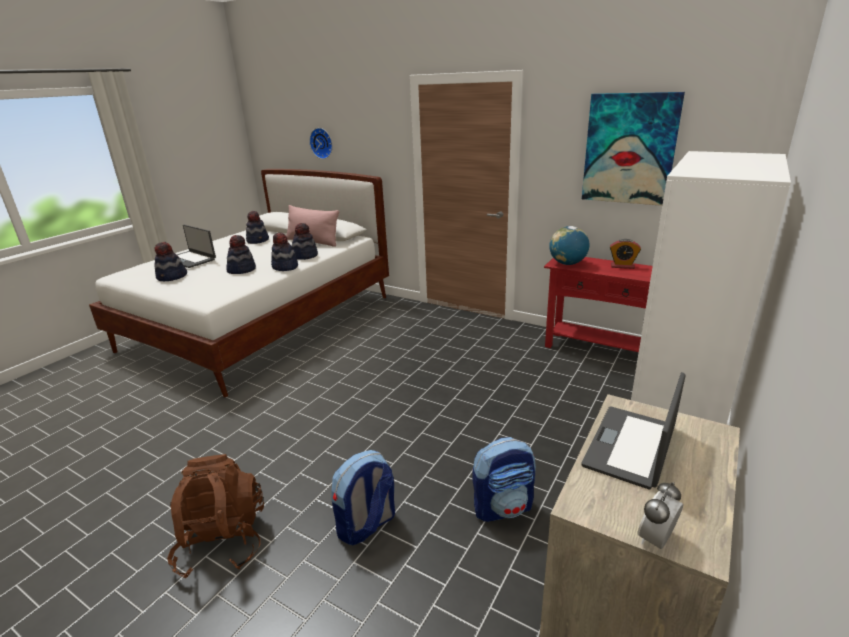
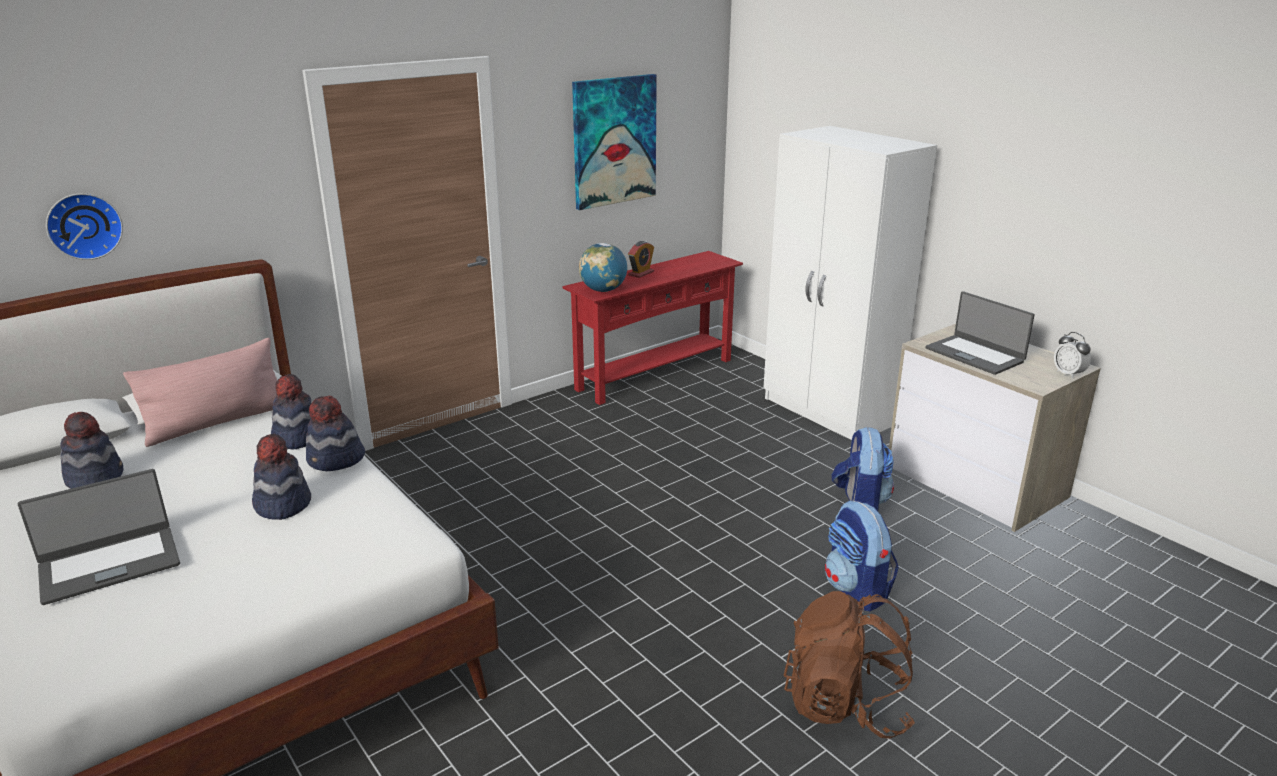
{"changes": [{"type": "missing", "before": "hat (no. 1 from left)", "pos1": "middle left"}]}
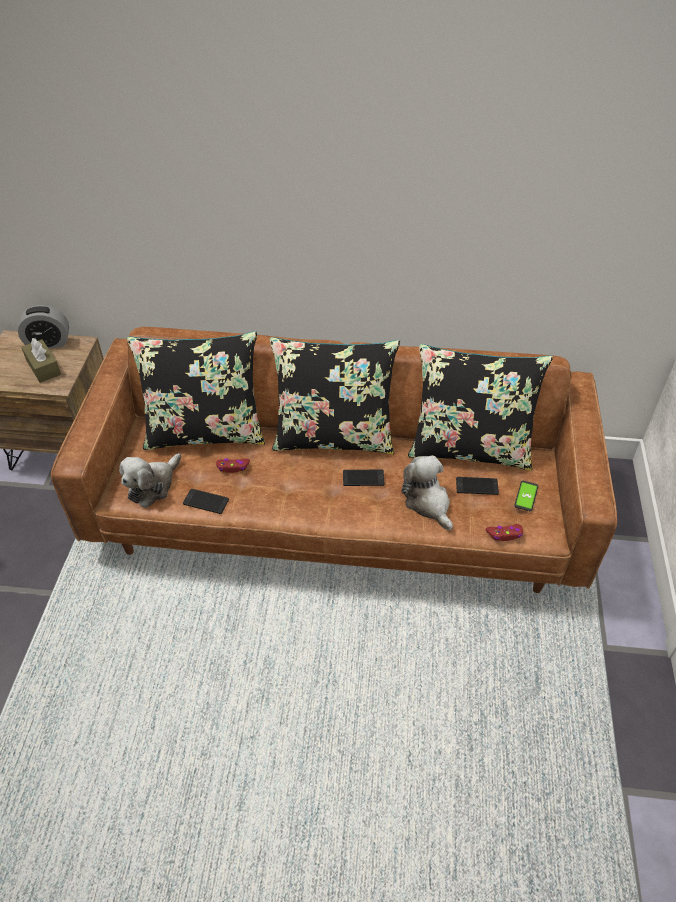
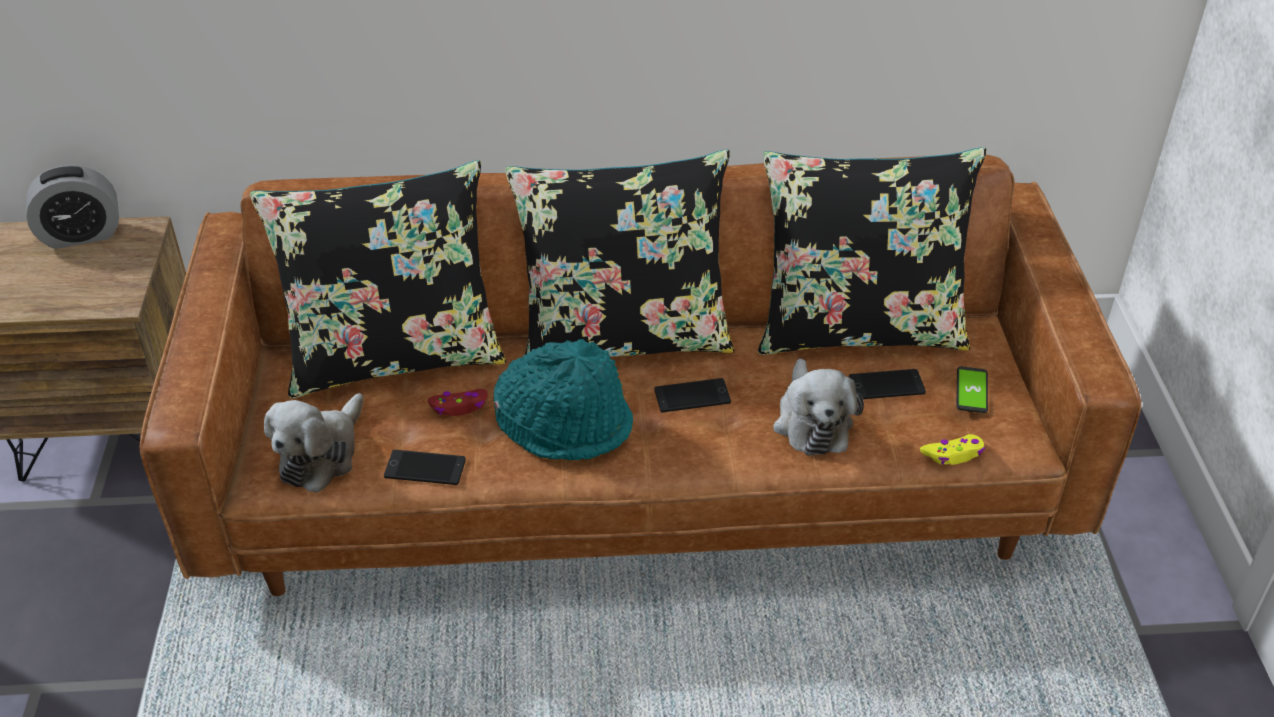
{"changes": [{"type": "missing", "before": "brown_tissue_box", "pos1": "middle left"}, {"type": "spun", "before": "plush_toy (no. 2 from left)", "pos1": "centre", "pos2": "centre", "turn": -150}, {"type": "colour", "before": "red_game_controller (no. 2 from left)", "after": "yellow_game_controller", "pos1": "middle right", "pos2": "middle right"}, {"type": "appeared", "after": "turquoise_hat", "pos2": "centre"}]}
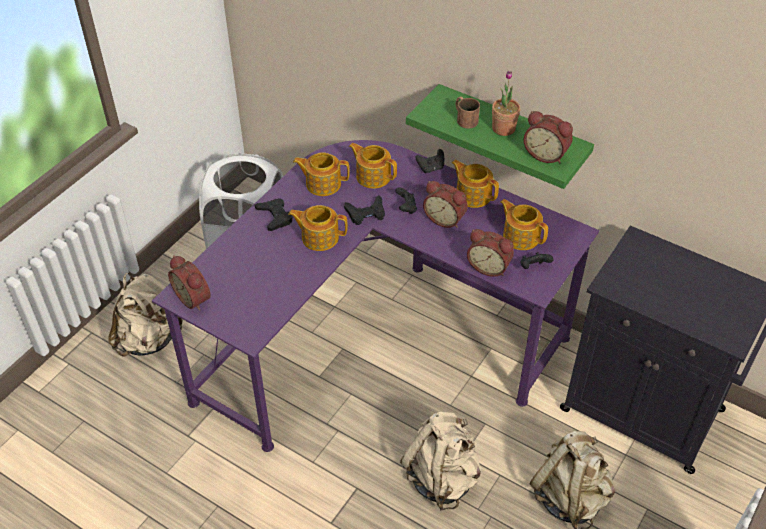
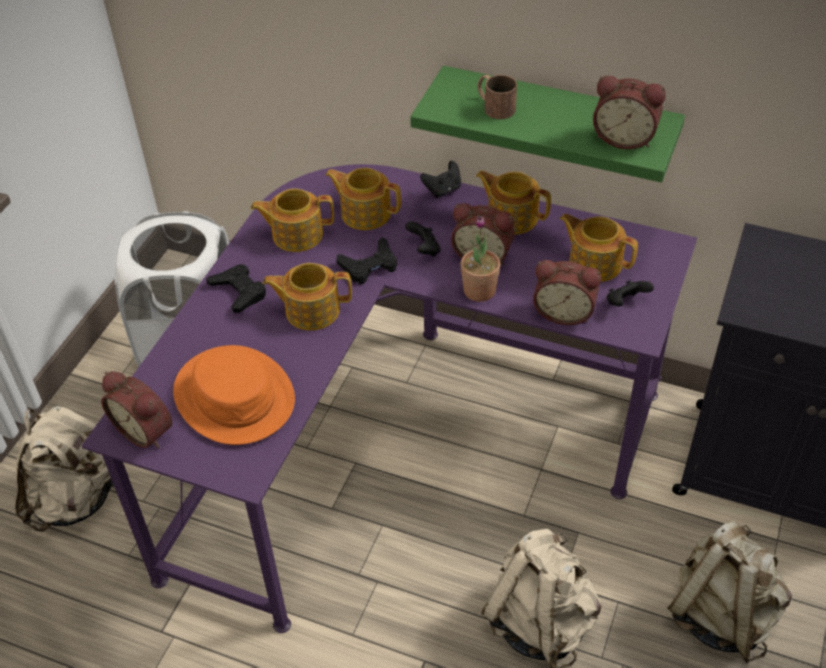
{"changes": [{"type": "relocated", "before": "potted_plant", "pos1": "top centre", "pos2": "centre"}, {"type": "appeared", "after": "orange_hat", "pos2": "middle left"}]}
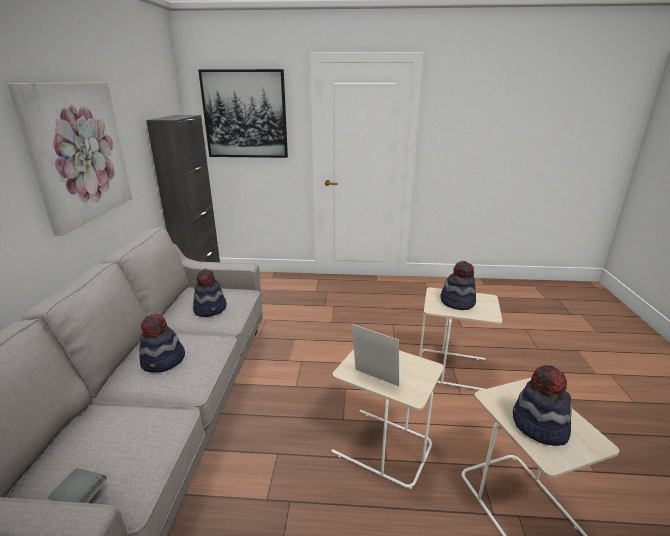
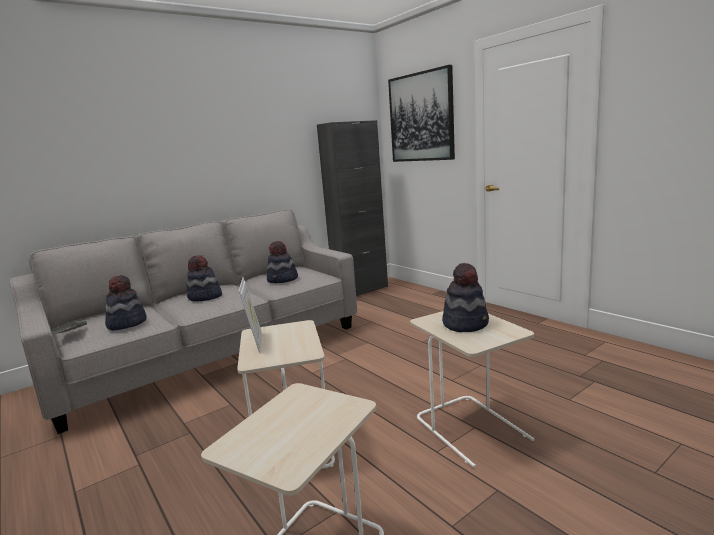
{"changes": [{"type": "missing", "before": "picture (no. 1 from left)", "pos1": "top left"}, {"type": "relocated", "before": "hat (no. 4 from left in the first image)", "after": "hat (no. 1 from left)", "pos1": "bottom right", "pos2": "middle left"}]}
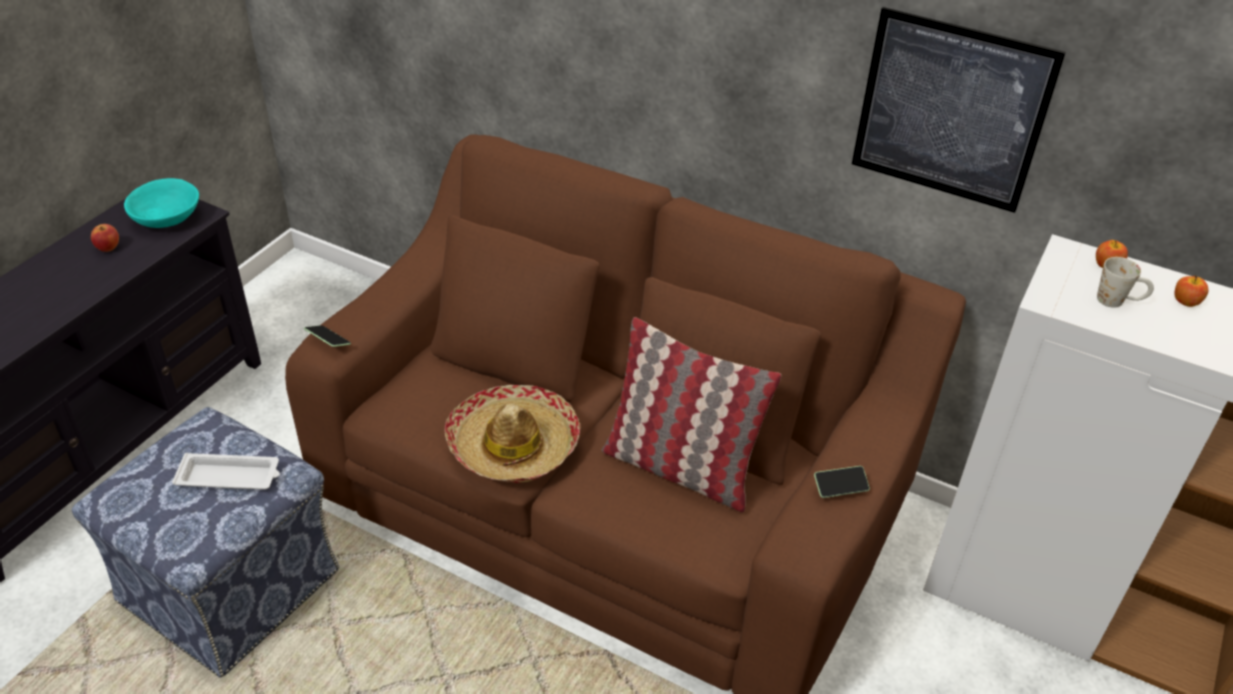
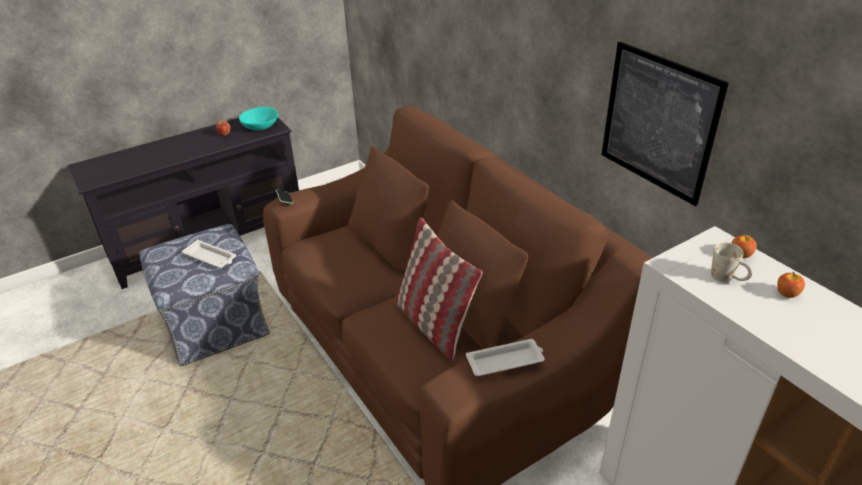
{"changes": [{"type": "missing", "before": "hat", "pos1": "centre"}, {"type": "exchanged", "before": "phone (no. 2 from left)", "after": "white_tray (no. 2 from left)", "pos1": "bottom right", "pos2": "bottom centre"}]}
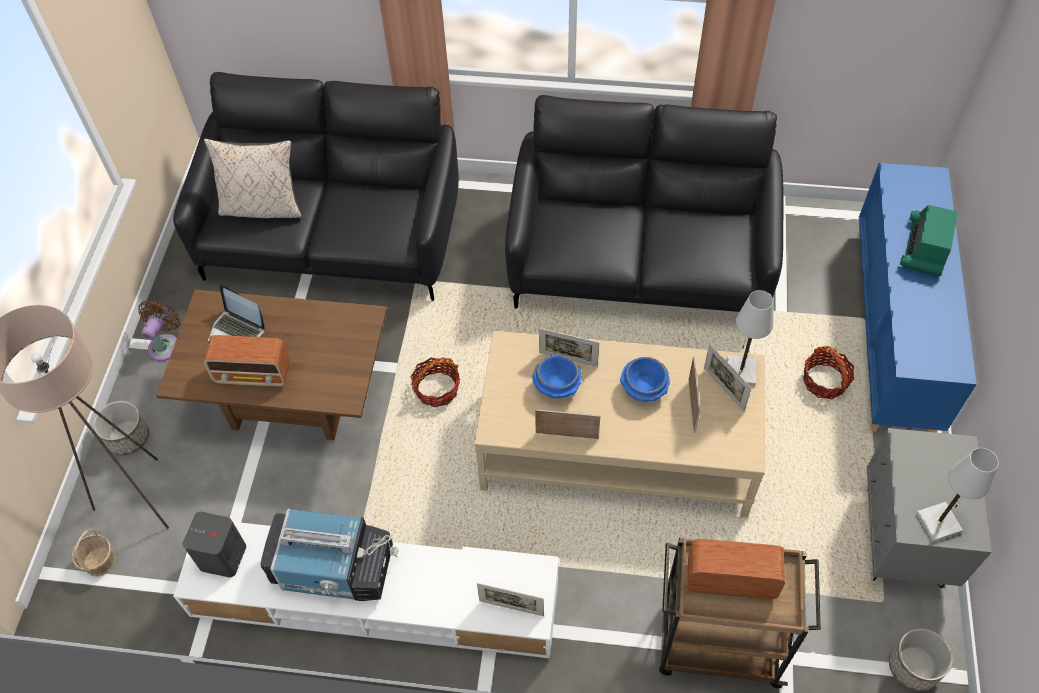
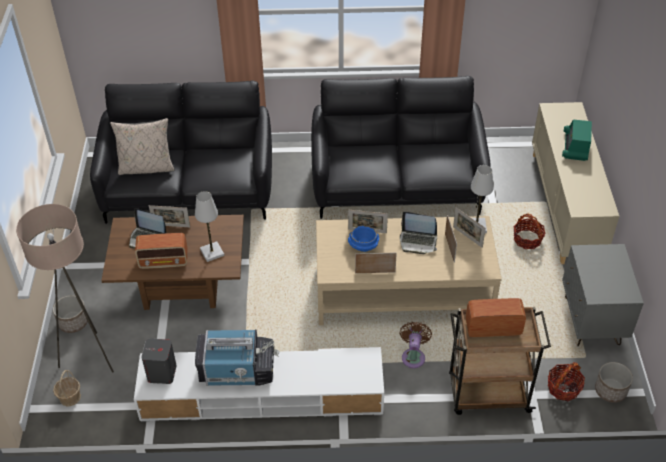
{"changes": [{"type": "relocated", "before": "brown_fan", "pos1": "middle left", "pos2": "bottom centre"}, {"type": "relocated", "before": "basket (no. 2 from left in the first image)", "after": "basket (no. 3 from left)", "pos1": "centre", "pos2": "bottom right"}, {"type": "relocated", "before": "picture_frame (no. 1 from left)", "pos1": "bottom centre", "pos2": "middle left"}, {"type": "exchanged", "before": "blue_bowl (no. 2 from left)", "after": "laptop (no. 2 from left)", "pos1": "centre", "pos2": "centre"}, {"type": "colour", "before": "blue_cabinet", "after": "beige_cabinet", "pos1": "middle right", "pos2": "middle right"}, {"type": "relocated", "before": "white_table_lamp (no. 2 from left in the first image)", "after": "white_table_lamp (no. 1 from left)", "pos1": "bottom right", "pos2": "middle left"}]}
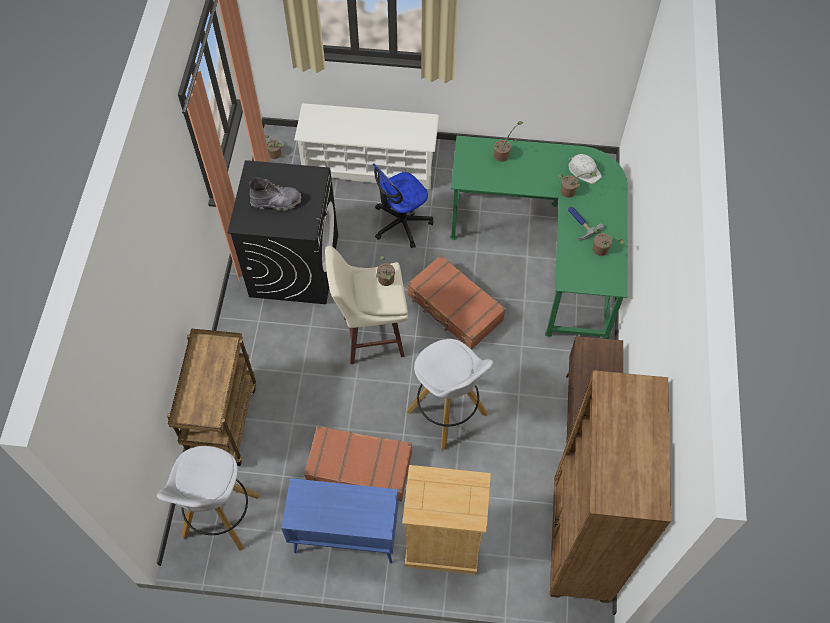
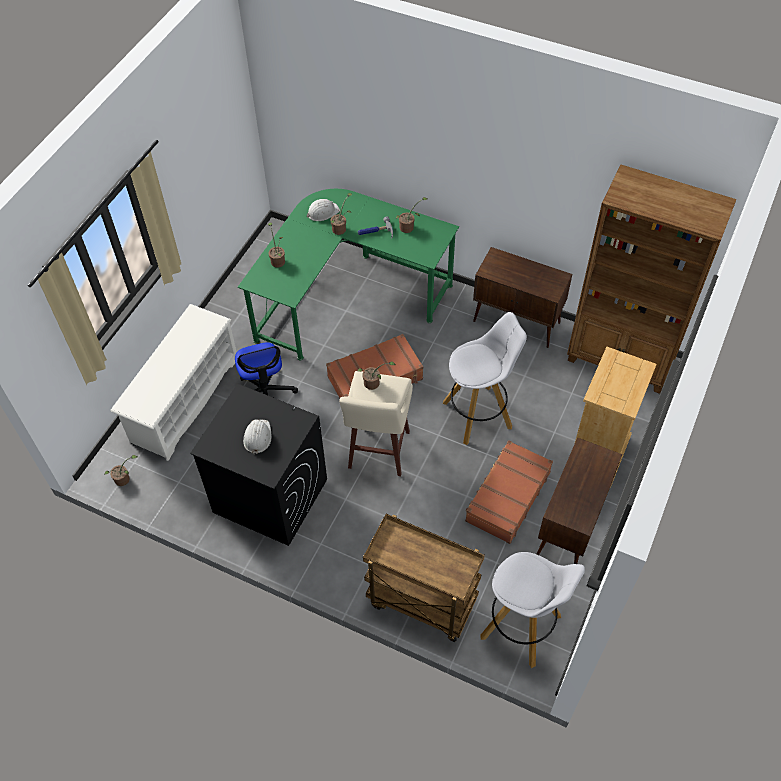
{"changes": [{"type": "exchanged", "before": "grey_boot", "after": "white_hard_hat (no. 1 from left)", "pos1": "top left", "pos2": "middle left"}, {"type": "colour", "before": "blue_cabinet", "after": "brown_cabinet (no. 2 from left)", "pos1": "bottom centre", "pos2": "middle right"}]}
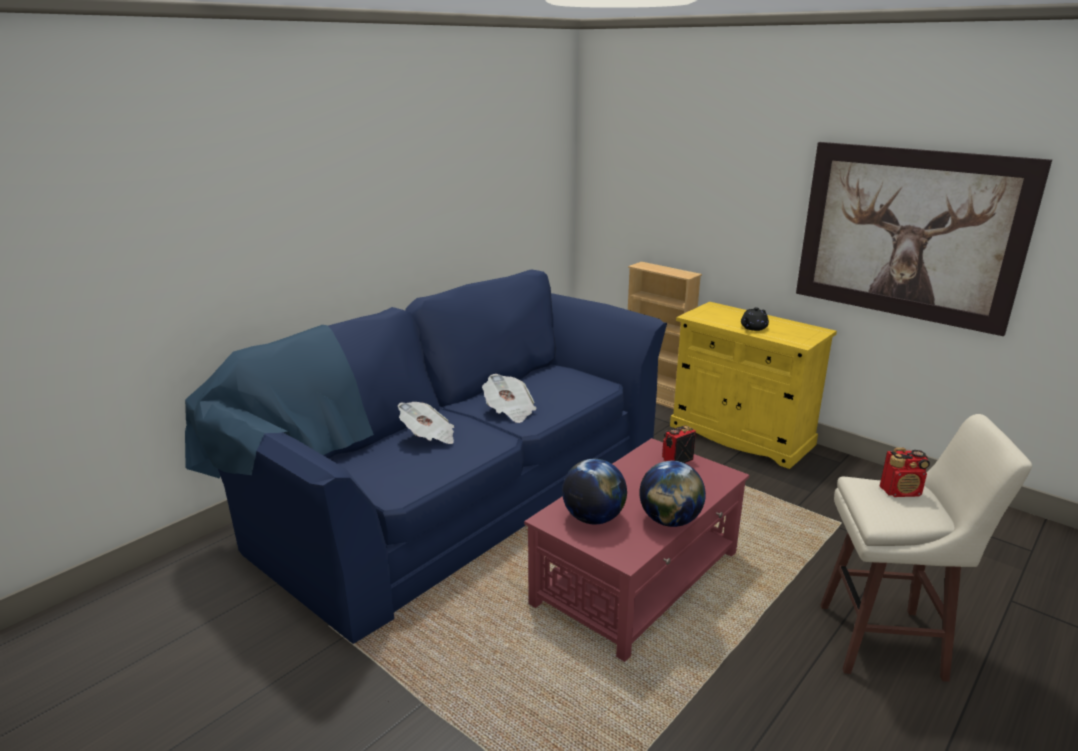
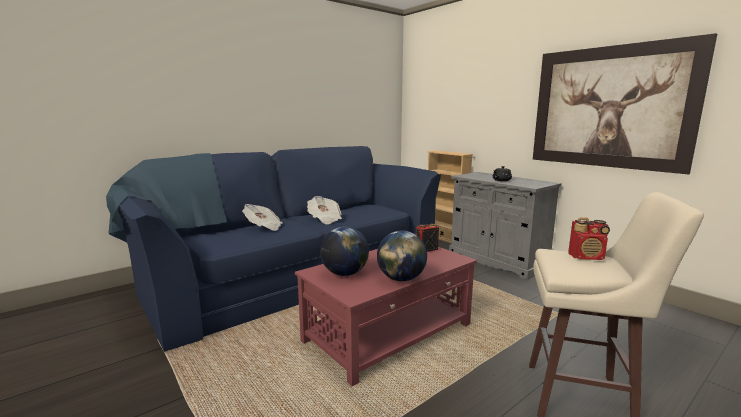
{"changes": [{"type": "colour", "before": "yellow_cabinet", "after": "grey_cabinet", "pos1": "middle right", "pos2": "middle right"}]}
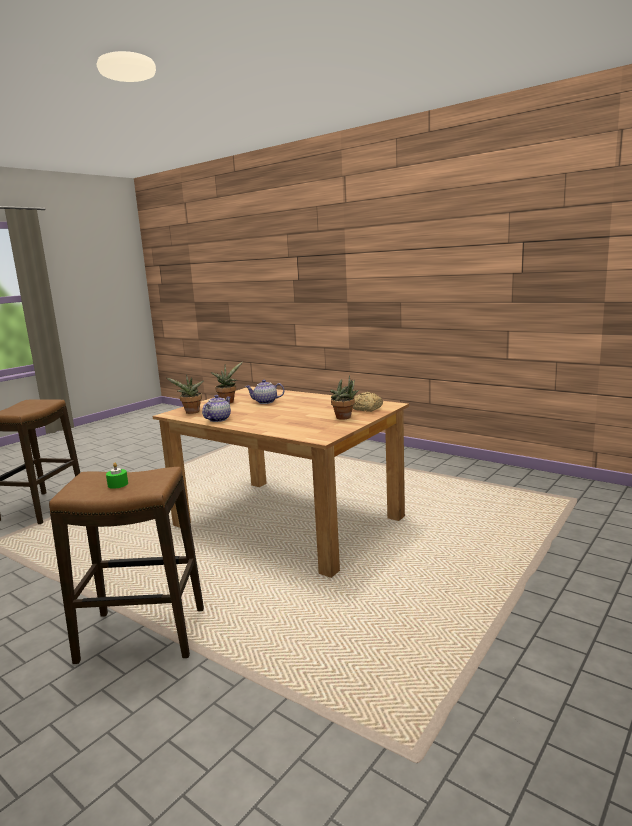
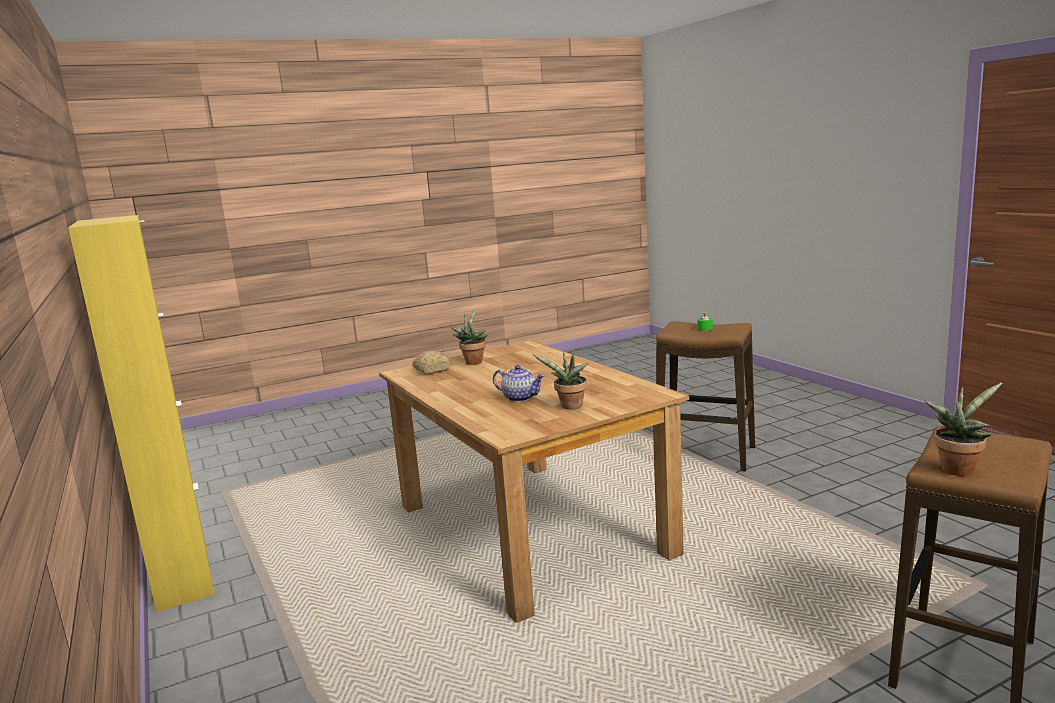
{"changes": [{"type": "relocated", "before": "potted_plant (no. 1 from left in the first image)", "after": "potted_plant (no. 3 from left)", "pos1": "middle left", "pos2": "middle right"}, {"type": "missing", "before": "teapot (no. 1 from left)", "pos1": "centre"}, {"type": "appeared", "after": "yellow_cabinet", "pos2": "middle left"}]}
